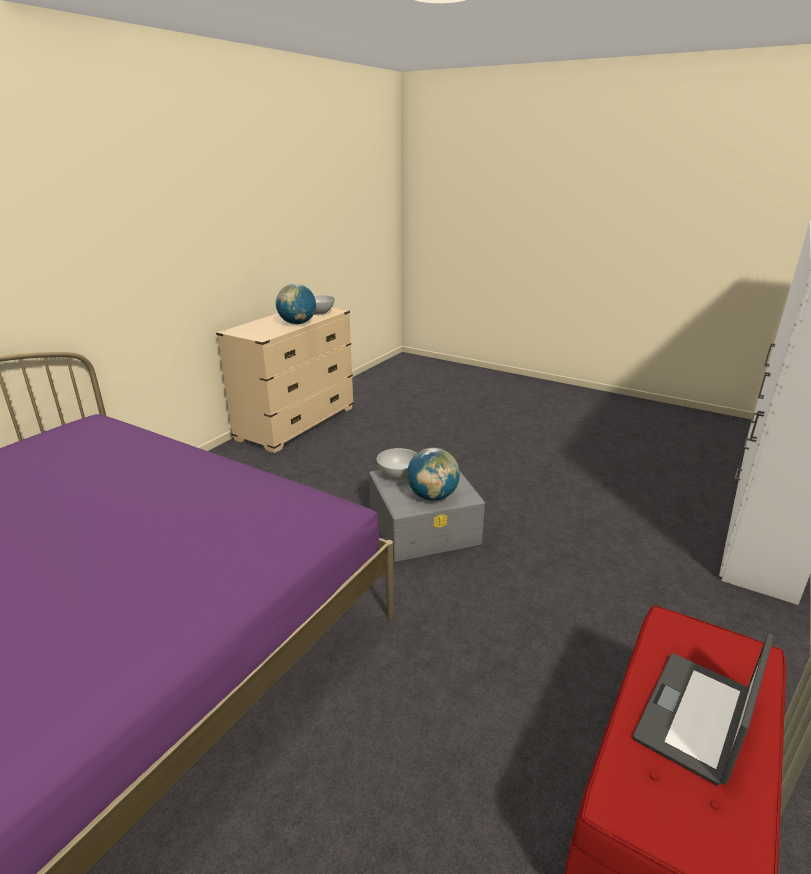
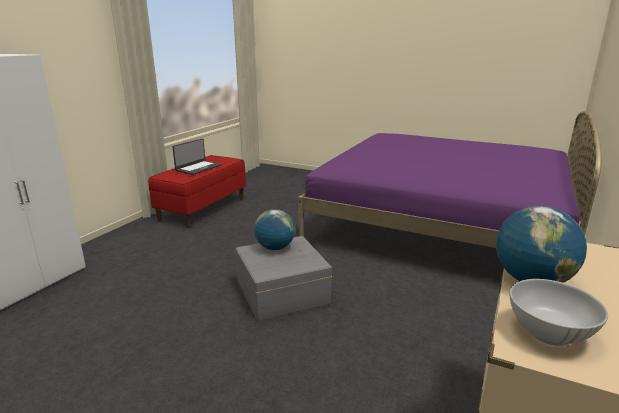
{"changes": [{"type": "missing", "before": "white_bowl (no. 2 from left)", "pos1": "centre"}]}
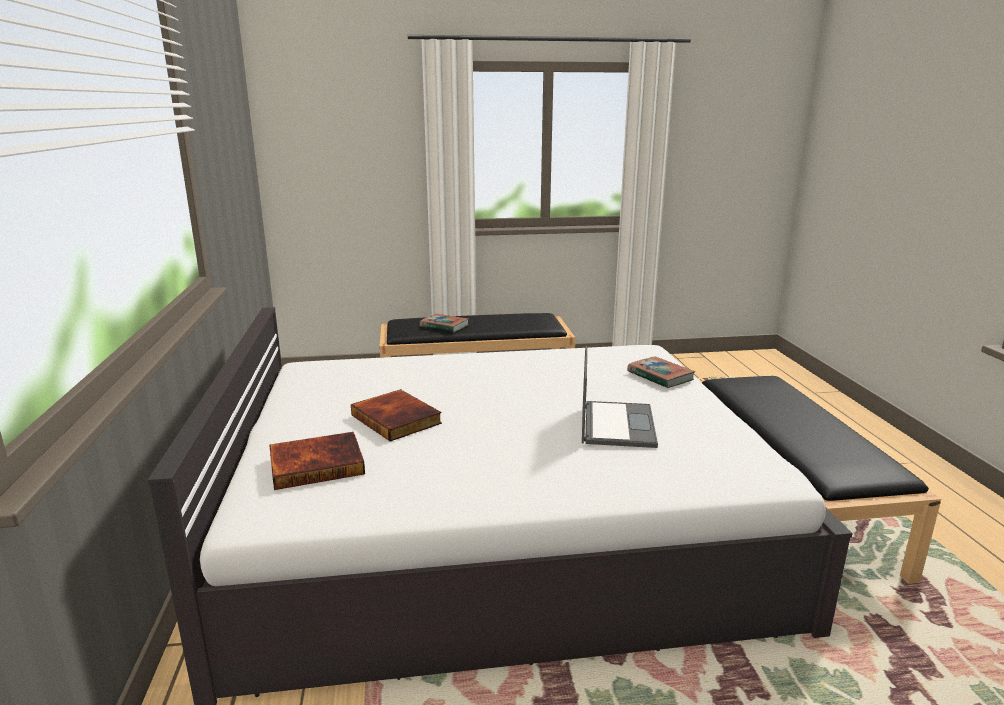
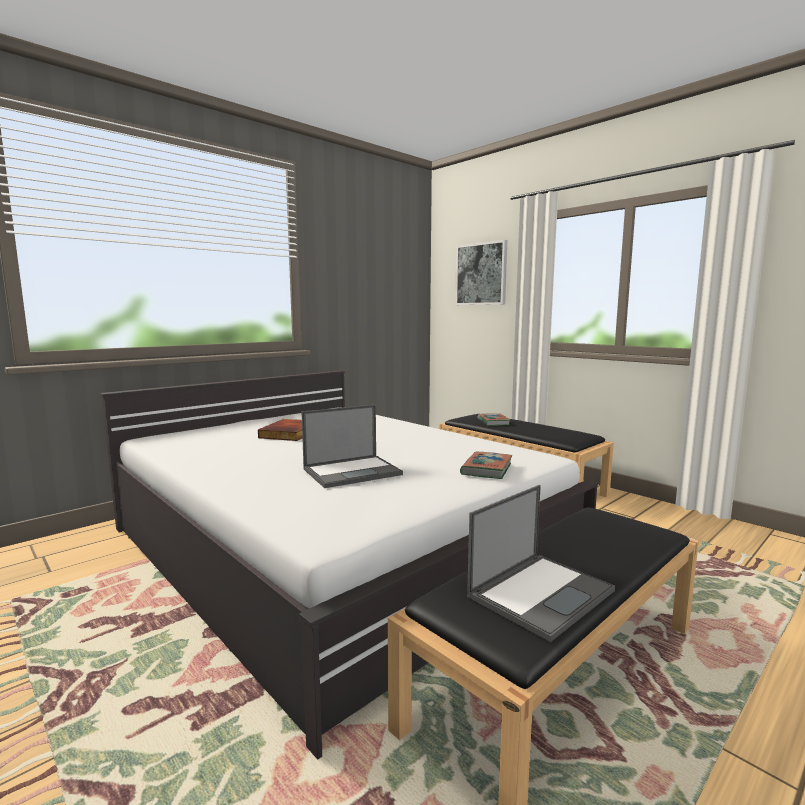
{"changes": [{"type": "missing", "before": "book (no. 1 from left)", "pos1": "middle left"}, {"type": "appeared", "after": "picture", "pos2": "centre"}, {"type": "appeared", "after": "laptop (no. 2 from left)", "pos2": "bottom right"}]}
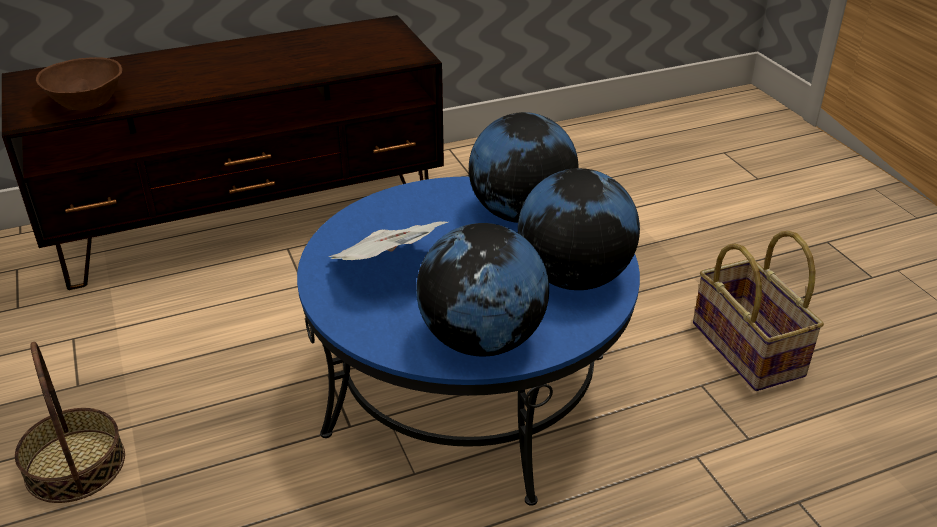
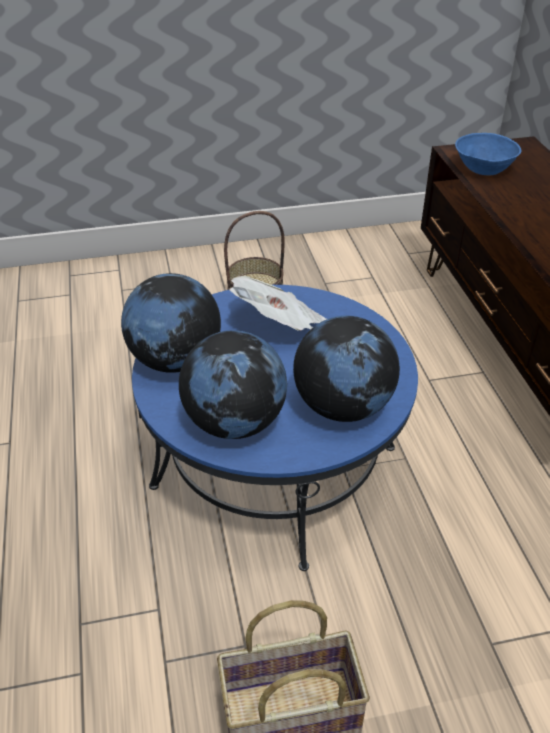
{"changes": [{"type": "colour", "before": "brown_bowl", "after": "blue_bowl", "pos1": "top left", "pos2": "top right"}]}
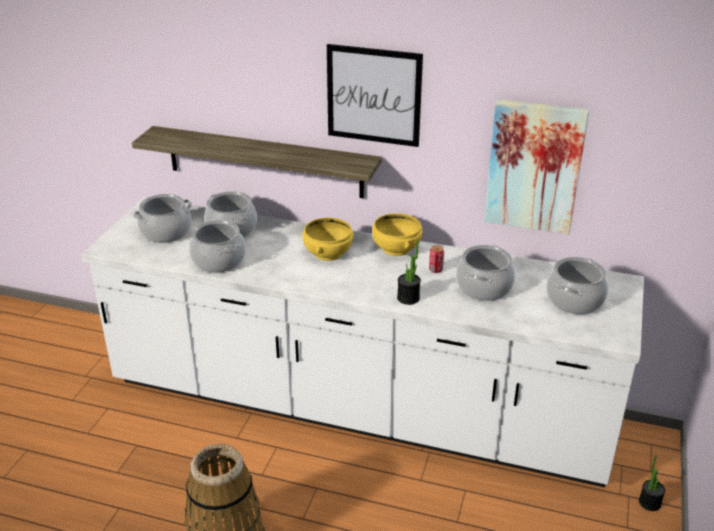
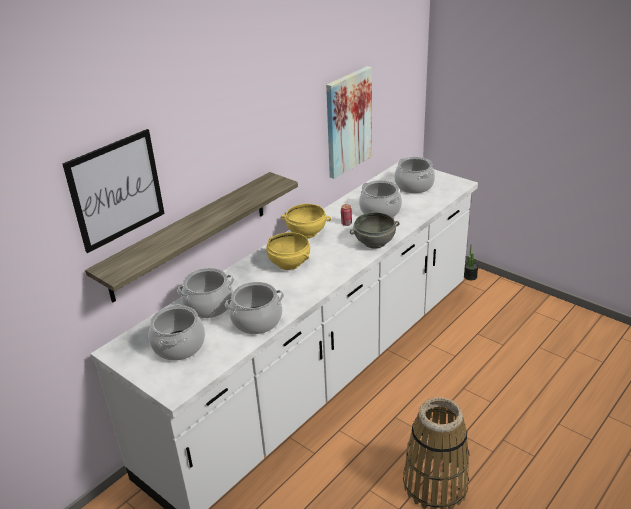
{"changes": [{"type": "relocated", "before": "picture (no. 1 from left)", "pos1": "top centre", "pos2": "middle left"}, {"type": "exchanged", "before": "potted_plant (no. 1 from left)", "after": "grey_bowl", "pos1": "centre", "pos2": "centre"}]}
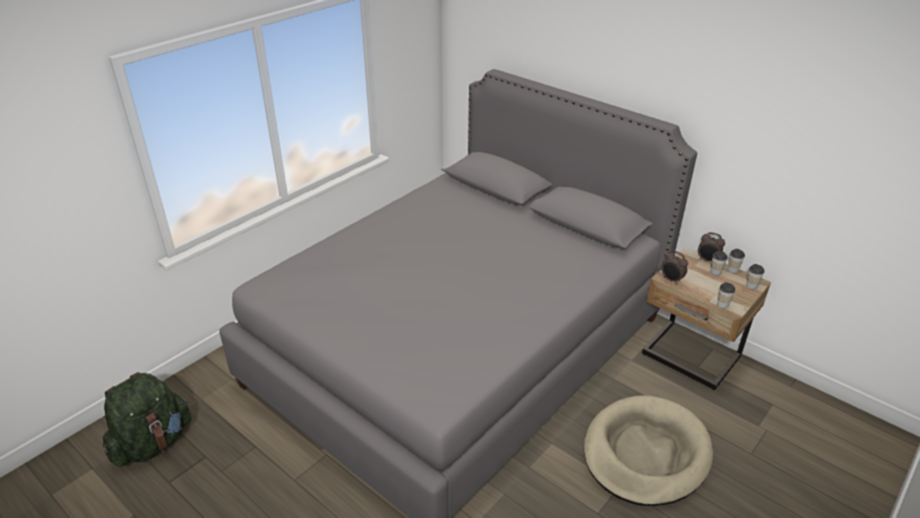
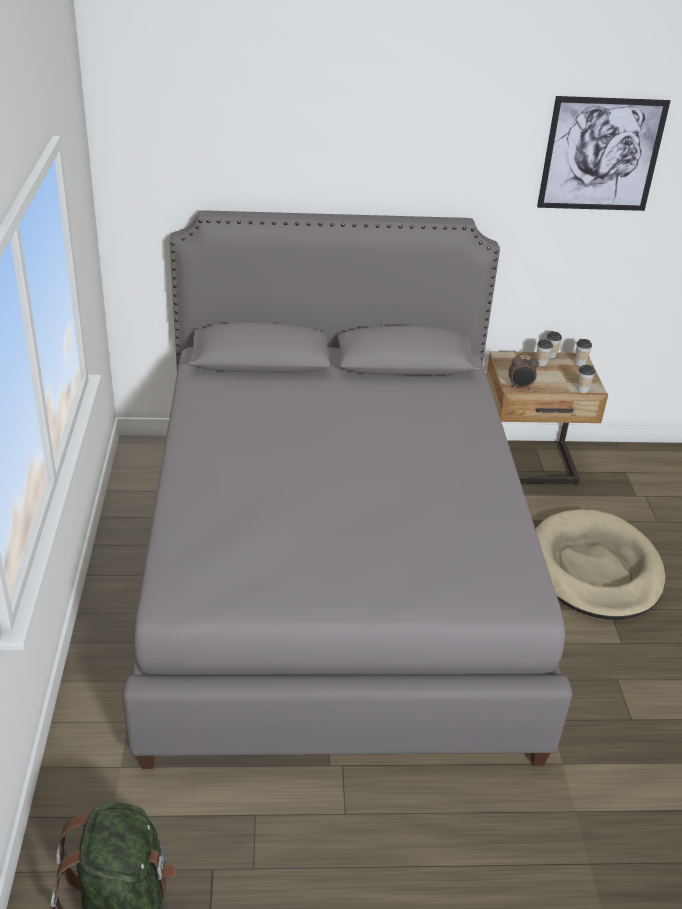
{"changes": [{"type": "missing", "before": "alarm_clock (no. 2 from left)", "pos1": "middle right"}, {"type": "appeared", "after": "picture", "pos2": "top right"}]}
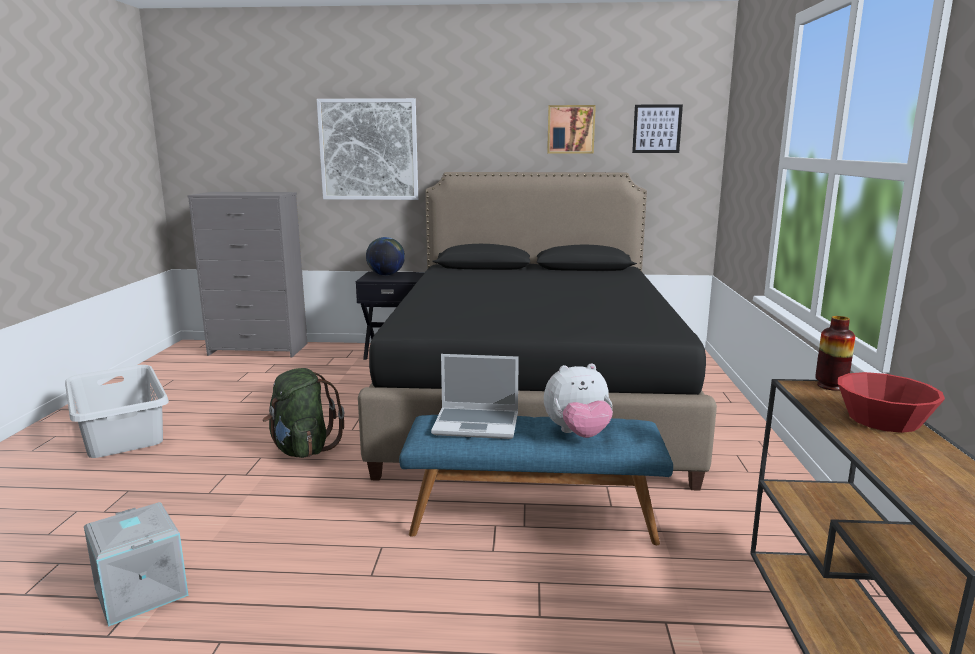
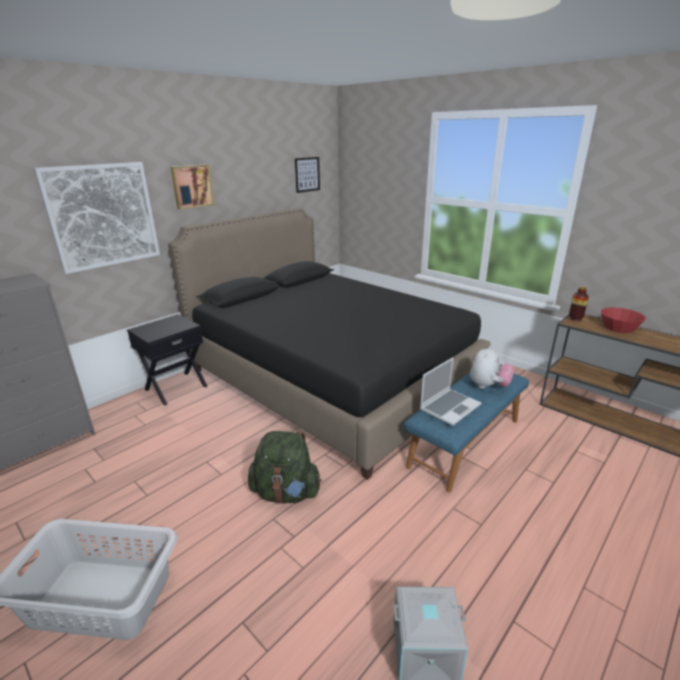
{"changes": [{"type": "missing", "before": "globe", "pos1": "centre"}, {"type": "relocated", "before": "picture (no. 2 from left)", "pos1": "top centre", "pos2": "top left"}]}
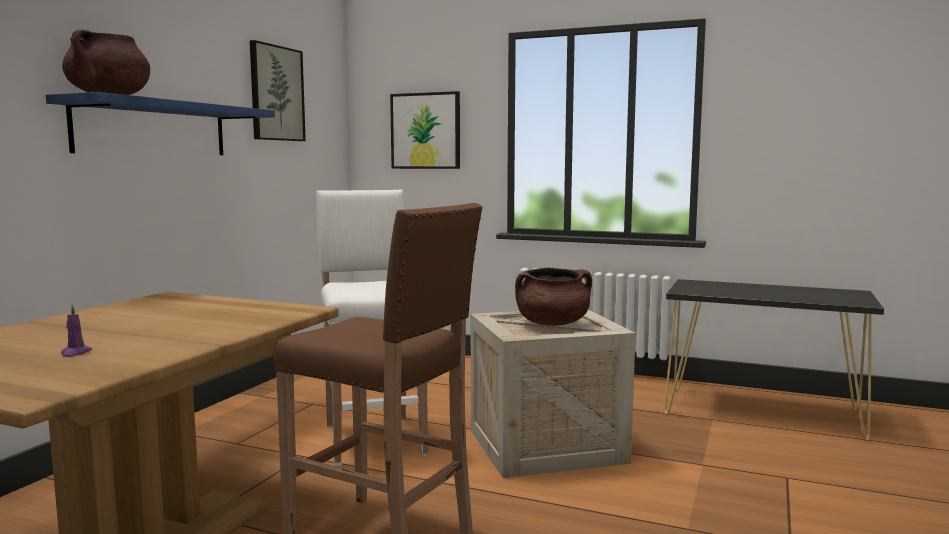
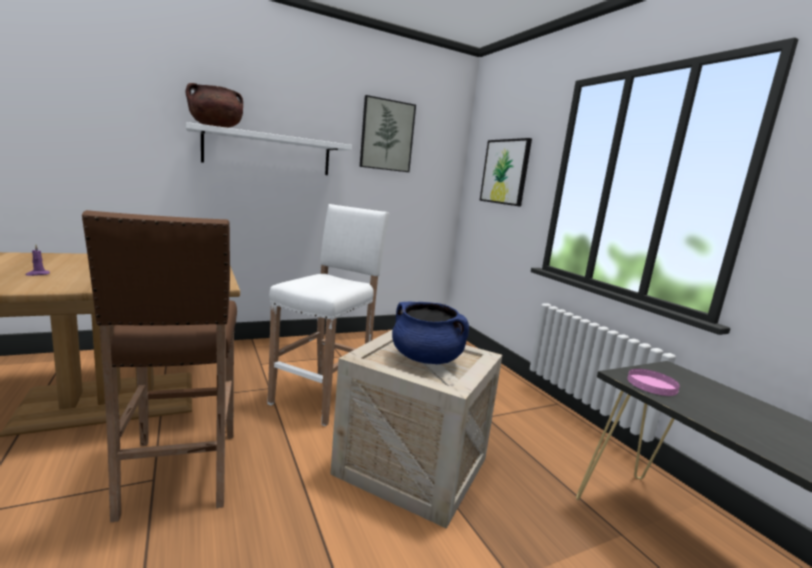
{"changes": [{"type": "colour", "before": "blue_shelf", "after": "white_shelf", "pos1": "top left", "pos2": "top left"}, {"type": "colour", "before": "brown_cooking_pot (no. 2 from left)", "after": "blue_cooking_pot", "pos1": "centre", "pos2": "centre"}, {"type": "appeared", "after": "pink_plate", "pos2": "bottom right"}]}
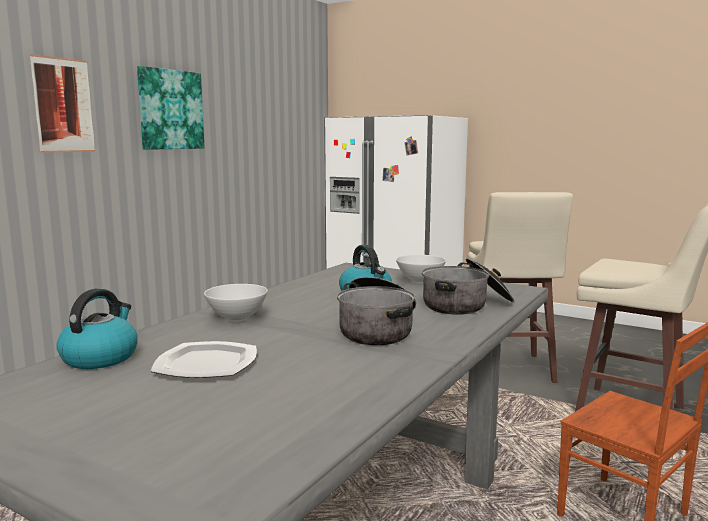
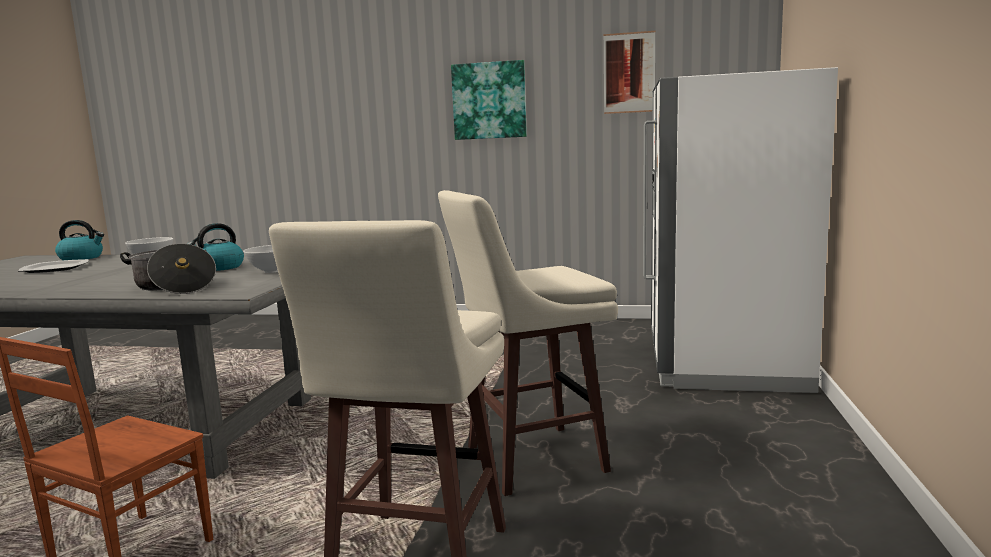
{"changes": [{"type": "relocated", "before": "picture (no. 1 from left in the first image)", "after": "picture (no. 2 from left)", "pos1": "top left", "pos2": "top centre"}, {"type": "missing", "before": "cooking_pot (no. 1 from left)", "pos1": "centre"}]}
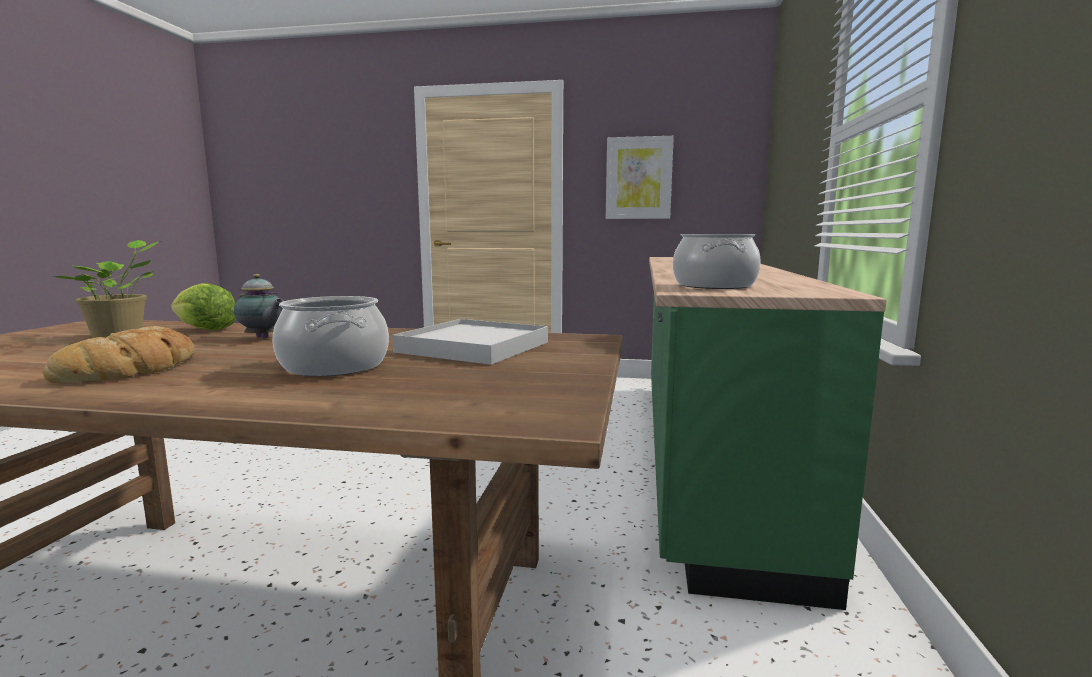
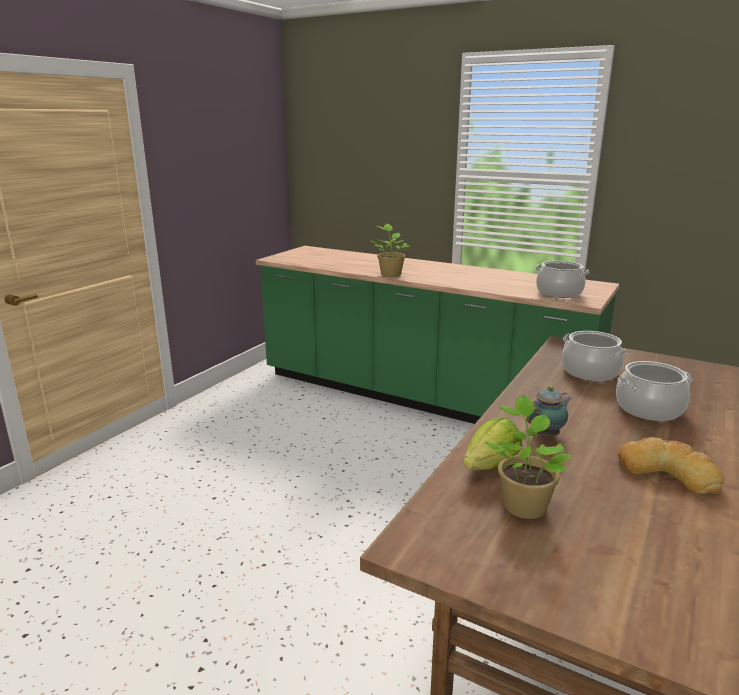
{"changes": [{"type": "exchanged", "before": "white_tray", "after": "cooking_pot (no. 2 from left)", "pos1": "centre", "pos2": "middle right"}, {"type": "missing", "before": "picture", "pos1": "top centre"}, {"type": "appeared", "after": "potted_plant (no. 1 from left)", "pos2": "centre"}]}
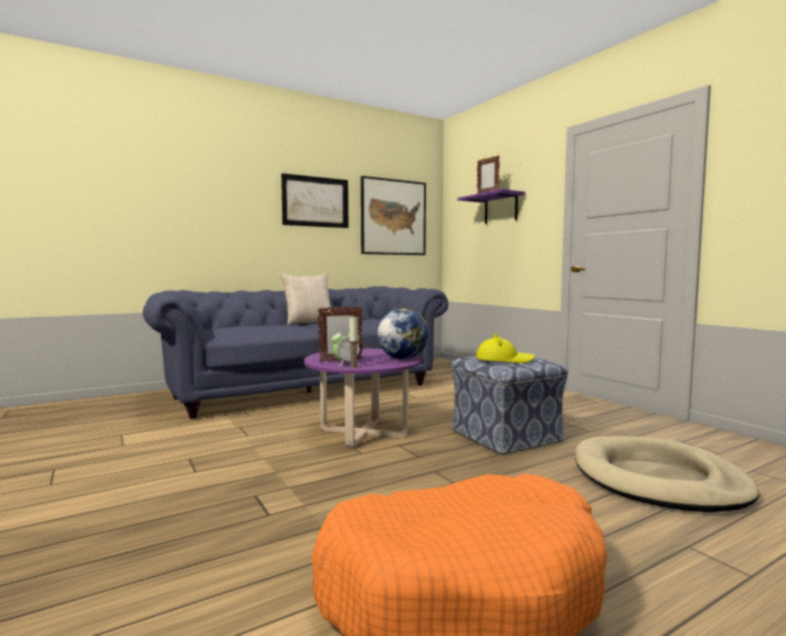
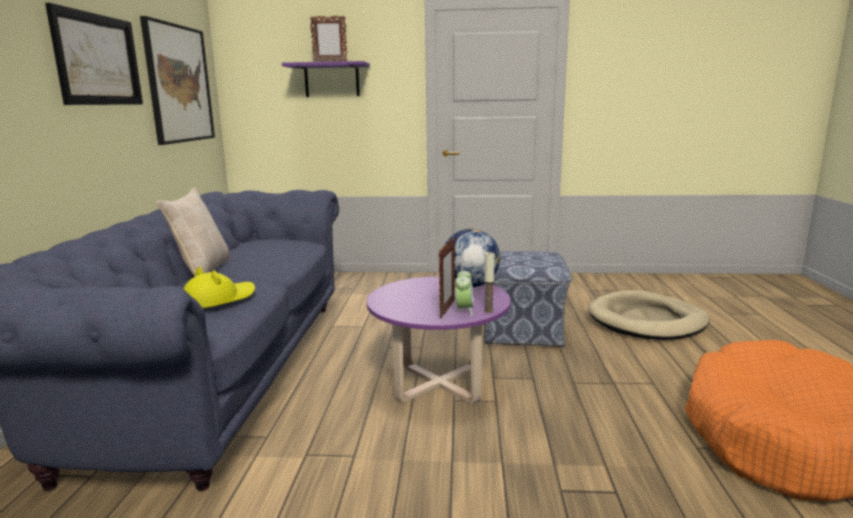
{"changes": [{"type": "relocated", "before": "yellow_hat", "pos1": "centre", "pos2": "middle left"}]}
